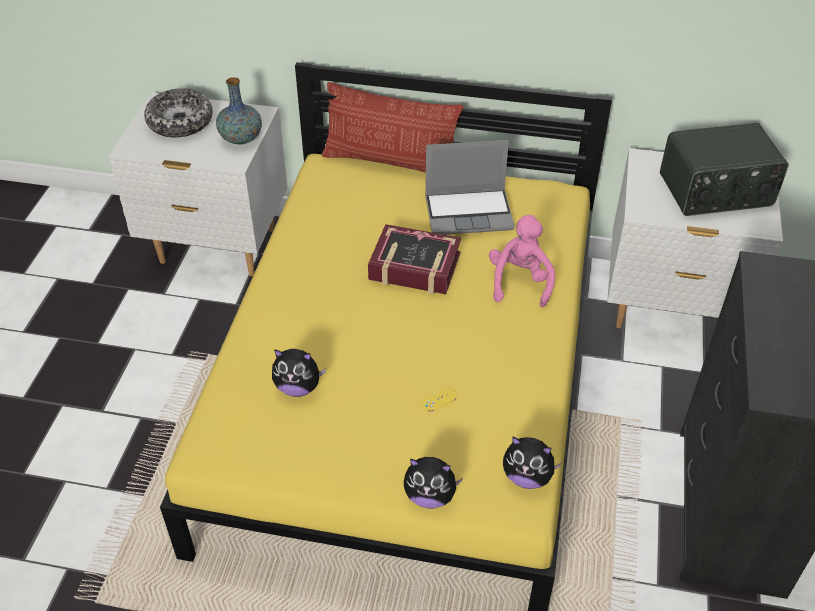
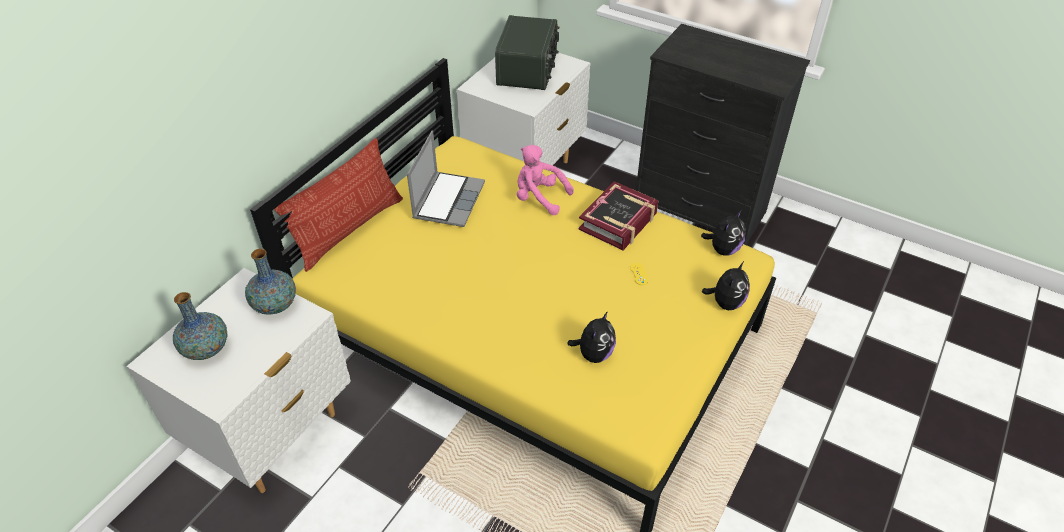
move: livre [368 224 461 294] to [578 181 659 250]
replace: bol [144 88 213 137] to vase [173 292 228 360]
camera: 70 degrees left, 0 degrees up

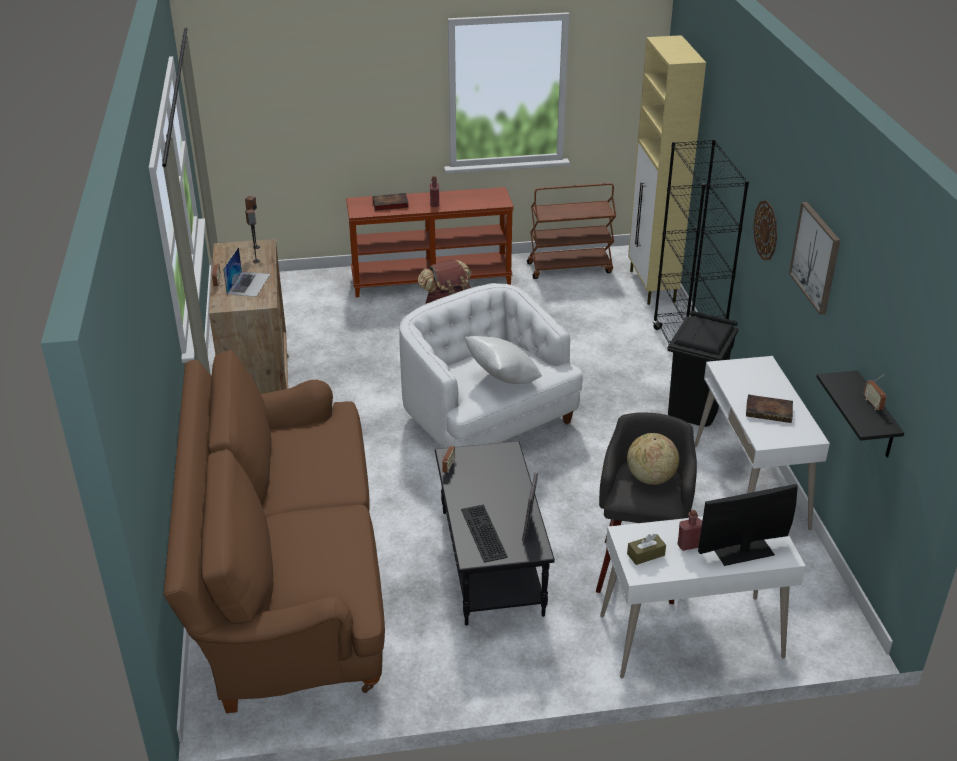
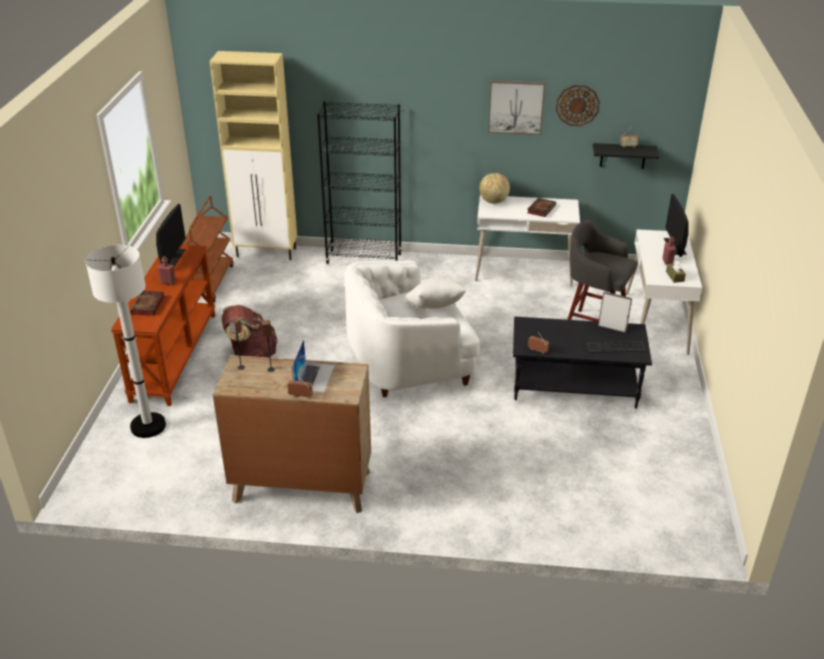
delete: poubelle/noir [667 311 738 427]; canapé/marron [163 350 385 713]
insert: écran d'ordinateur [156 204 186 267]; lampadaire/blanc [86 245 166 438]
move: horloge murale [753 200 777 260] to [556 85 600 126]; globe [627 433 679 485] to [479 173 510 204]
rotate: ordinateur portable [223 247 270 297] = [292 340 335 393] 75 degrees clockwise
camera: 75 degrees left, 0 degrees up

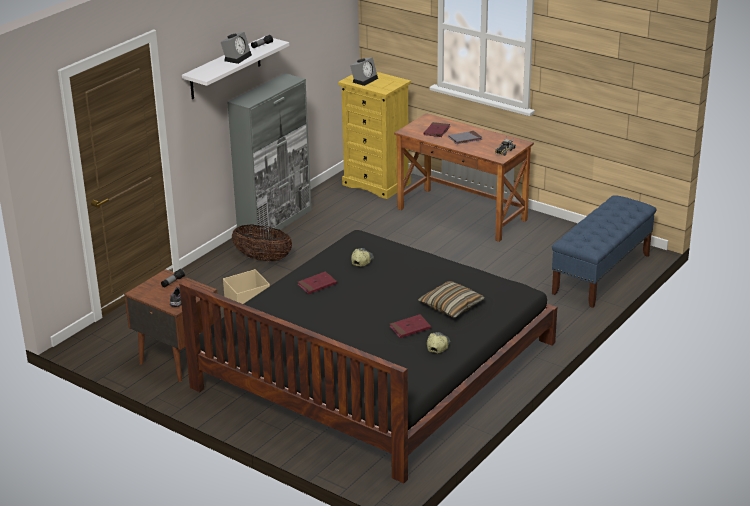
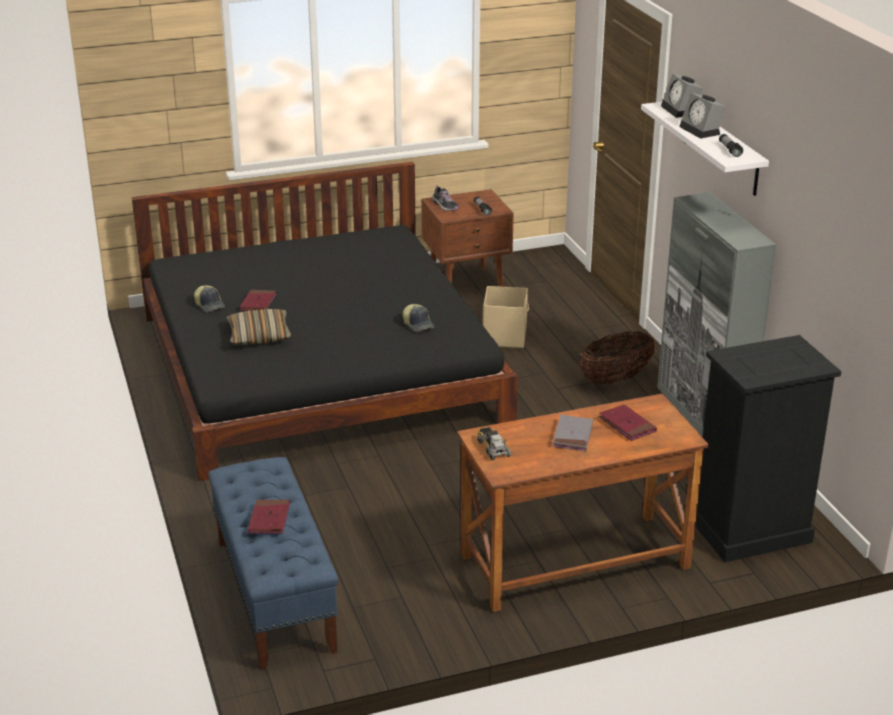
move: réveil [350 57 378 86] to [661 73 703 118]; livre/rouge [298 272 337 294] to [248 500 290 534]
recolor: commode/jaune [338 72 411 199] to commode/noir [695 335 841 562]
camera: 125 degrees right, 0 degrees up

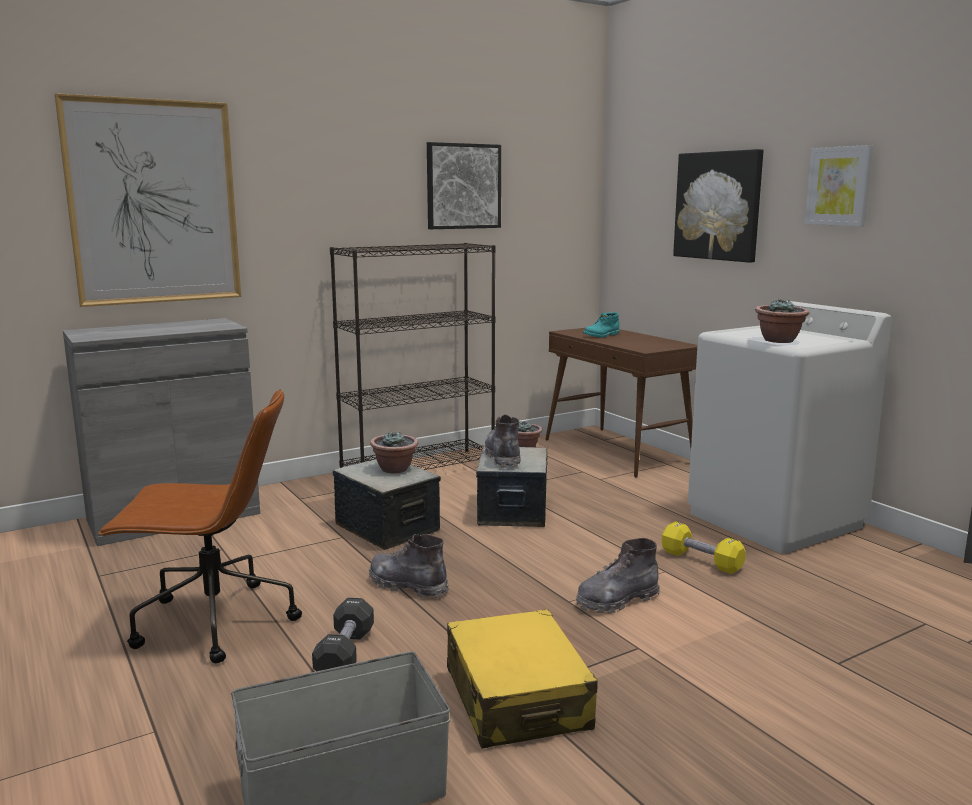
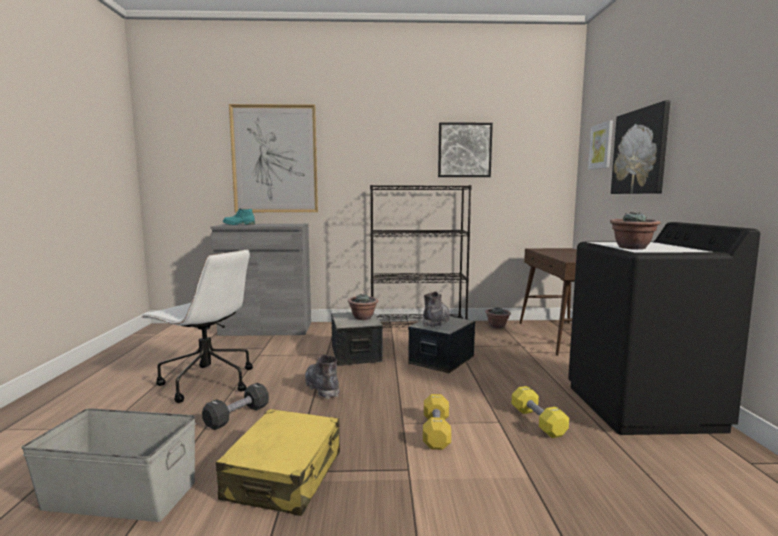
move: tableau [804 145 873 226] to [588 121 613 170]; botte/turquoise [583 312 619 337] to [223 209 255 225]
replace: botte/gris [576 538 660 613] to haltère/jaune [423 394 451 450]
recolor: lave-linge/blanc [688 301 891 554] to lave-linge/noir [568 222 760 435]; chaise de bureau/marron [98 389 302 663] to chaise de bureau/blanc [141 249 253 403]
camera: 30 degrees right, 5 degrees down

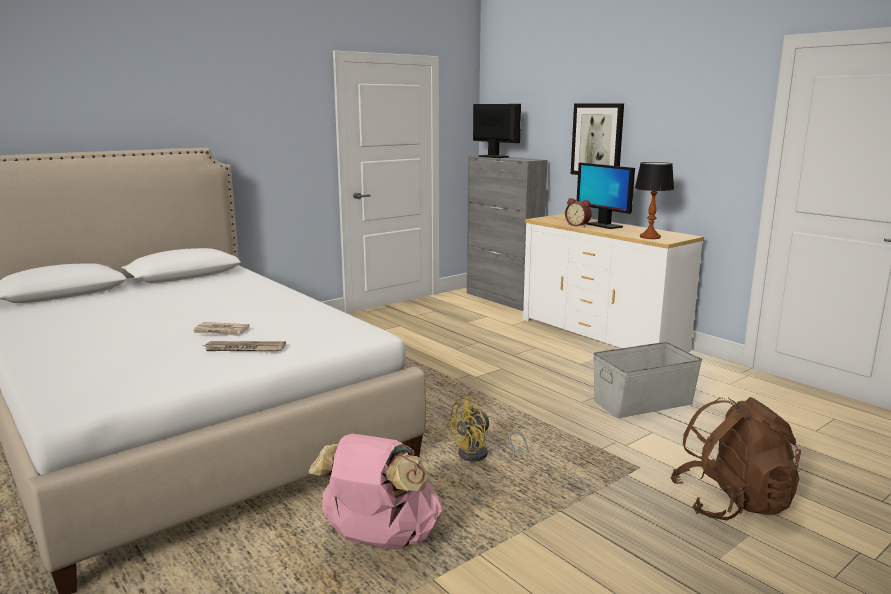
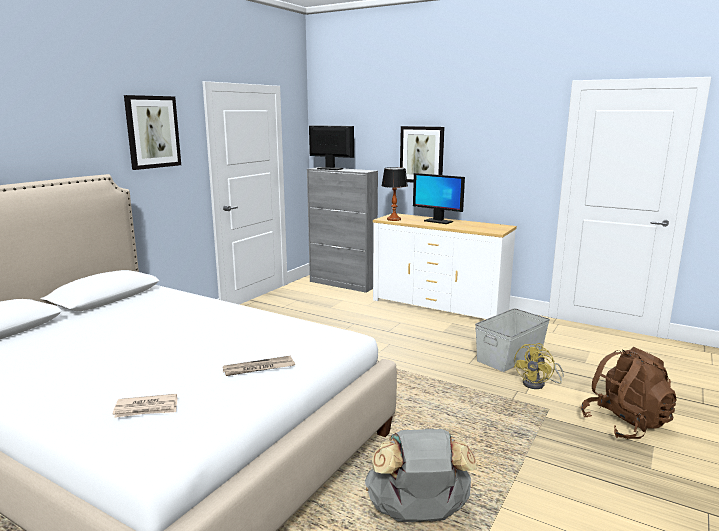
delete: réveil [565 198 592 227]
insert: tableau [124 95 181 170]
move: lampe de table [635 162 674 239] to [382 167 408 221]; journal [193 322 249 337] to [113 394 177 418]; ventilateur/jaune [446 397 528 461] to [514 343 564 389]
recolor: sac à dos/rose [309 434 442 550] to sac à dos/gris [365 428 477 522]
camera: 20 degrees left, 0 degrees up

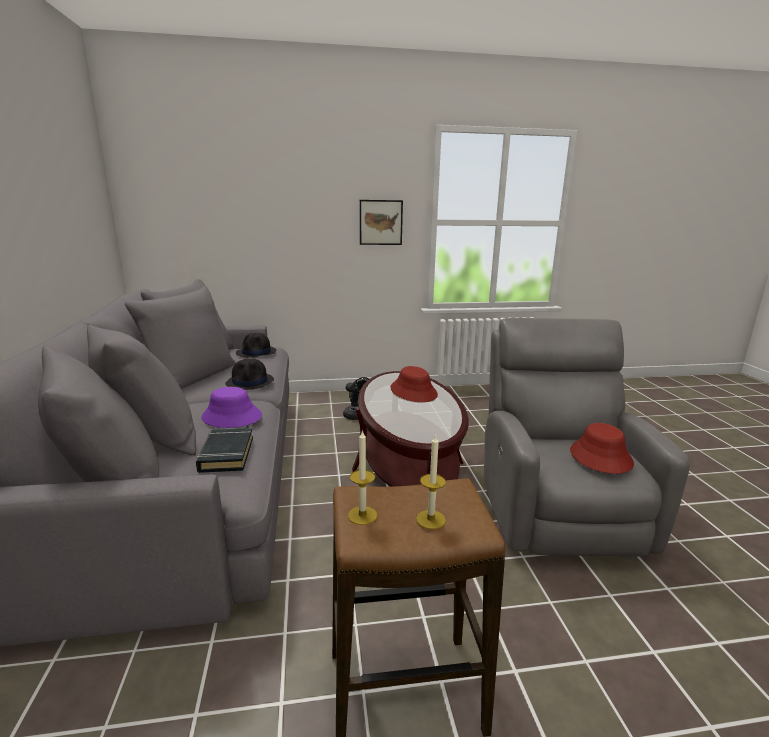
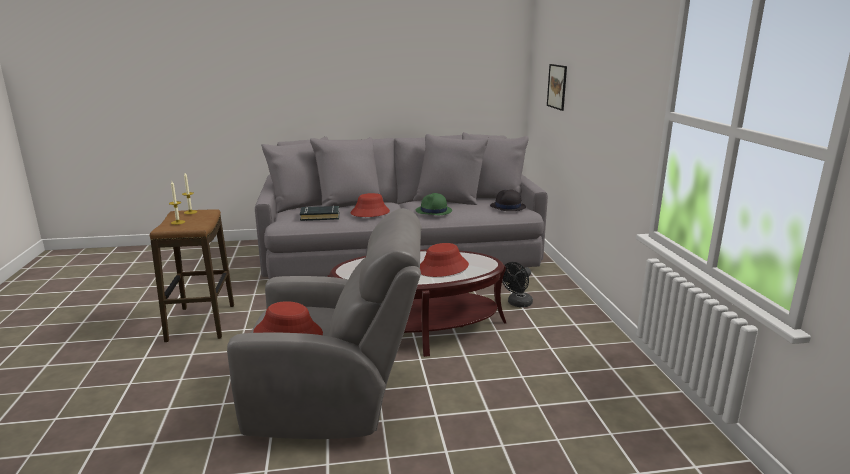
move: tableau [360 200 403 245] to [547 64 567 111]
recolor: chapeau/noir [225 358 274 390] to chapeau/vert [416 193 452 215]; chapeau/violet [201 387 262 428] to chapeau/rouge [350 193 390 217]
camera: 90 degrees right, 0 degrees up

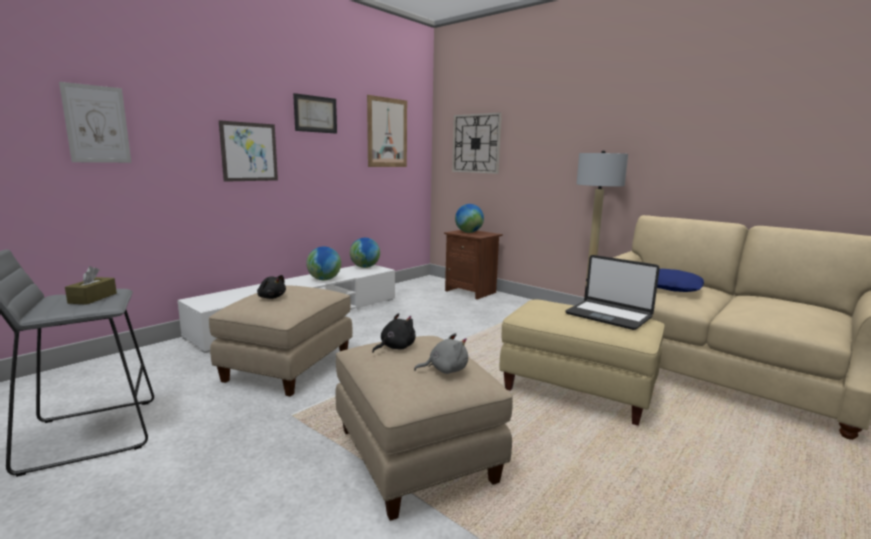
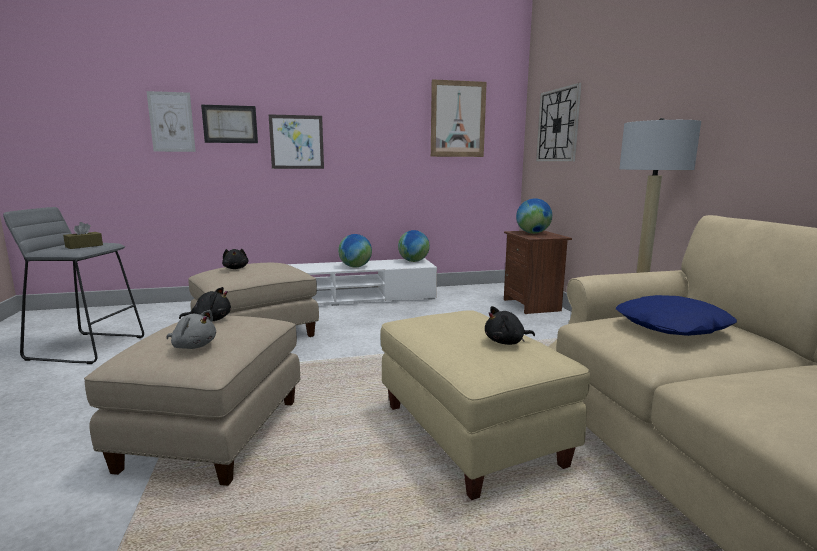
move: tableau [293 93 337 134] to [201 105 258 143]
replace: ordinateur portable [565 255 660 330] to peluche/noir [485 306 535 345]
camera: 35 degrees right, 0 degrees up

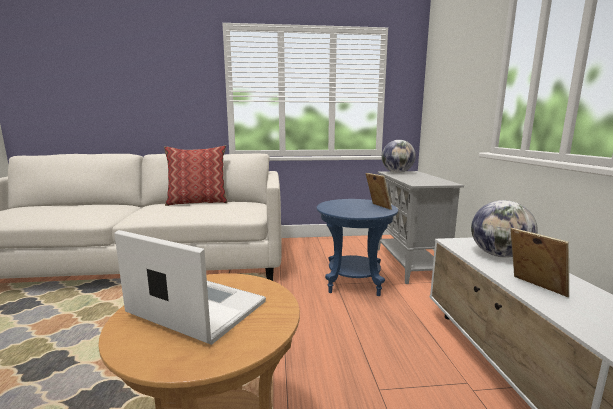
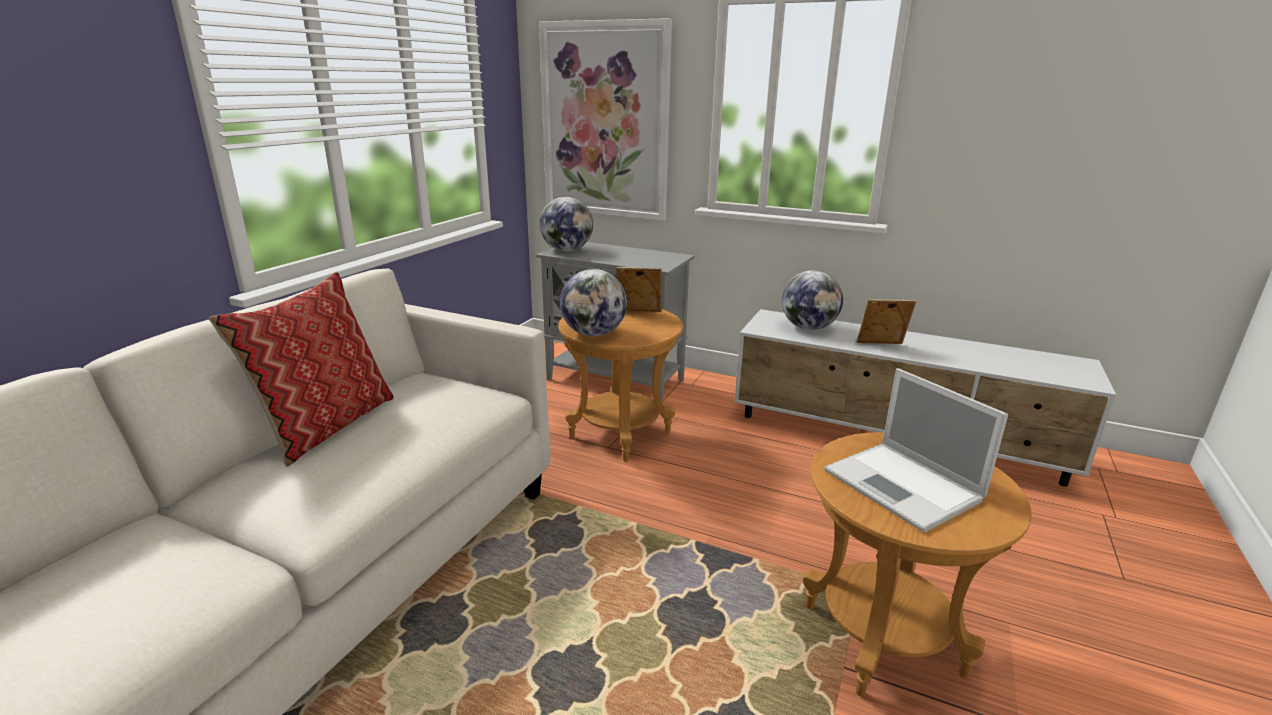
insert: tableau [539 18 672 221]; globe [560 269 627 336]
recolor: table d'appoint/bleu [317 199 398 296] to table d'appoint/marron [558 309 683 462]
rotate: ordinateur portable [114 230 266 345] = [824 368 1008 533] 90 degrees counterclockwise
camera: 60 degrees left, 10 degrees up

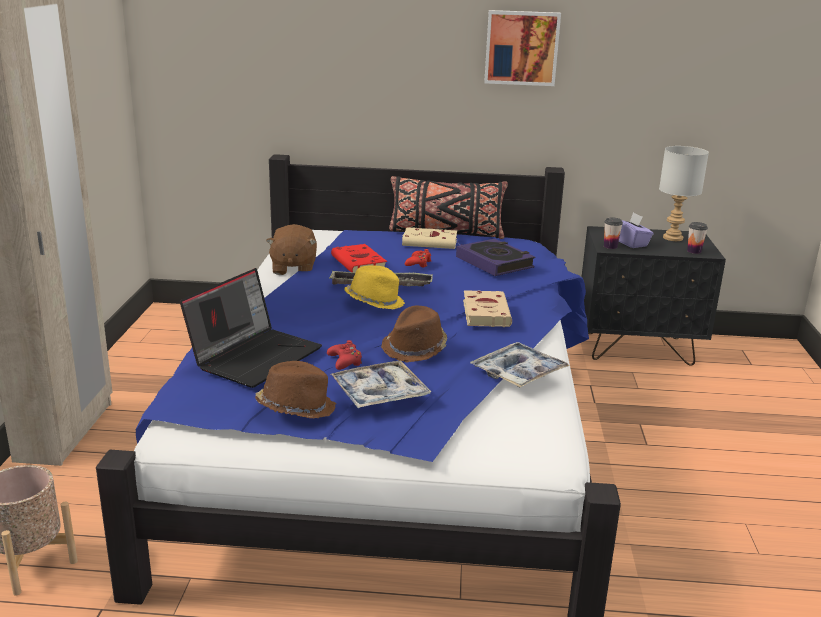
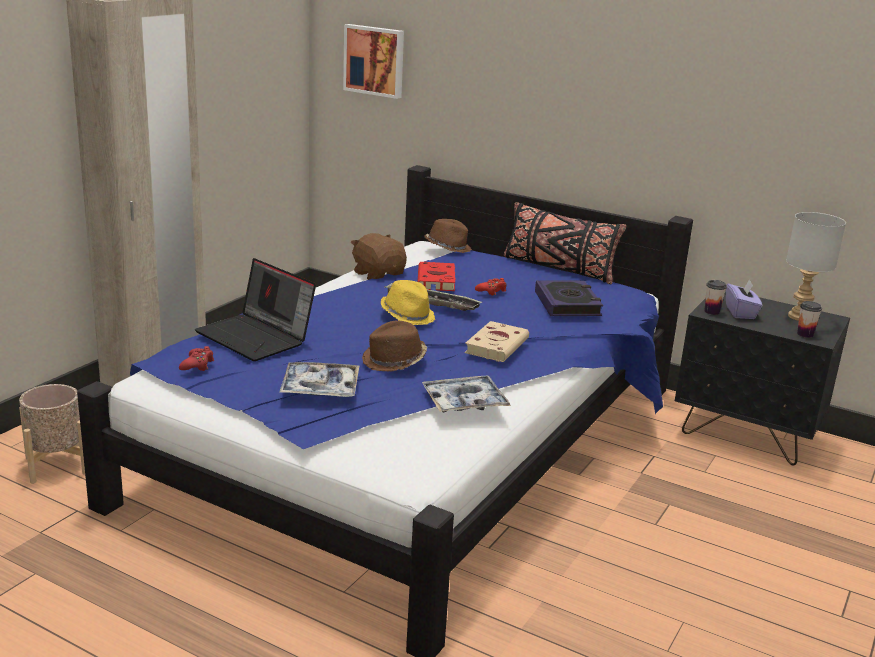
delete: livre/beige [402 227 461 249]
move: tableau [484 10 561 86] to [343 24 404 99]; manette/rouge [327 340 362 370] to [179 346 214 371]; chapeau/marron [255 361 336 418] to [424 219 472 253]
rotate: peluche/marron [266 224 317 275] = [351 233 407 280] 120 degrees clockwise; ordinateur portable [180 268 322 388] = [195 258 316 361] 75 degrees clockwise
camera: 25 degrees right, 0 degrees up

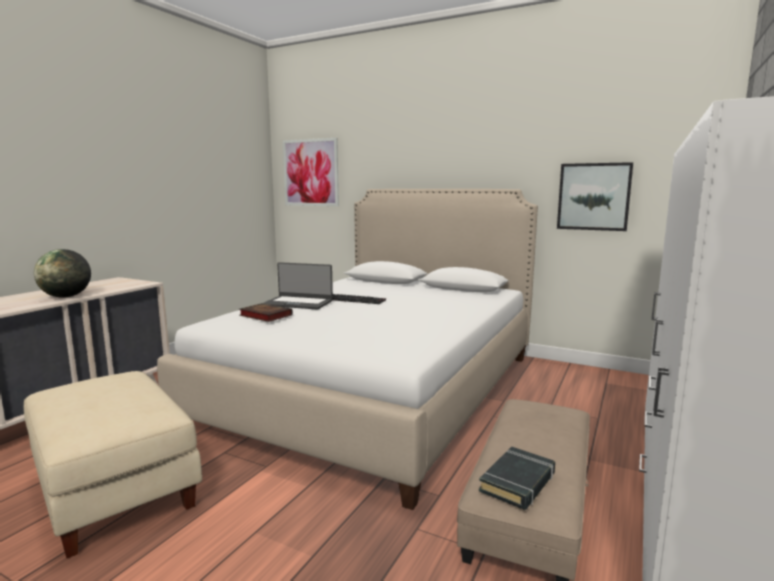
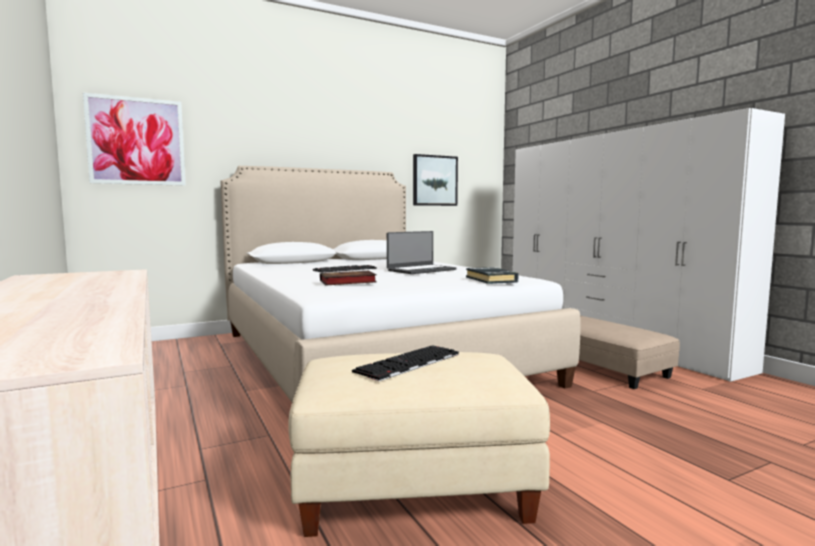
delete: globe [34 249 91 298]
insert: clavier [352 345 459 381]
move: ordinateur portable [264 262 333 310] to [387 231 456 274]; livre/noir [479 446 555 510] to [466 267 519 284]
camera: 55 degrees left, 5 degrees down

